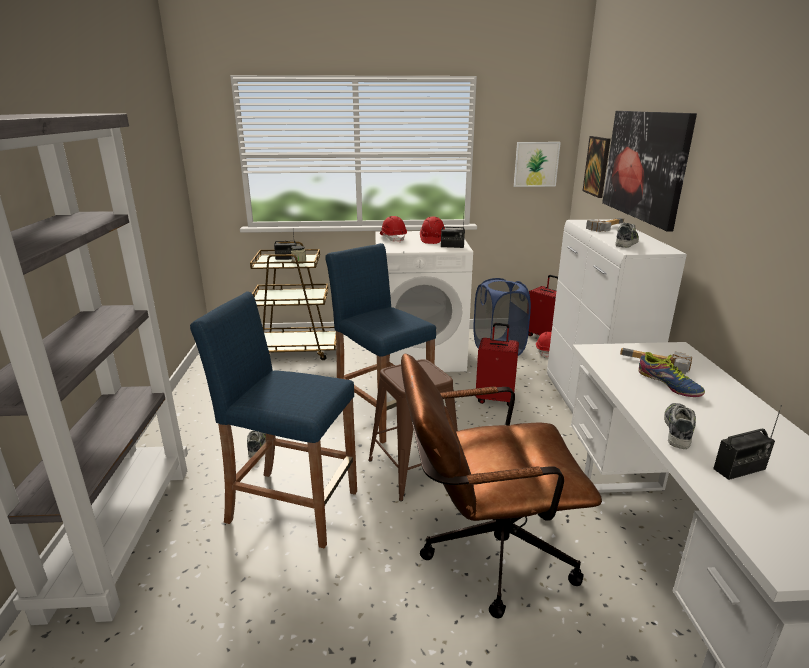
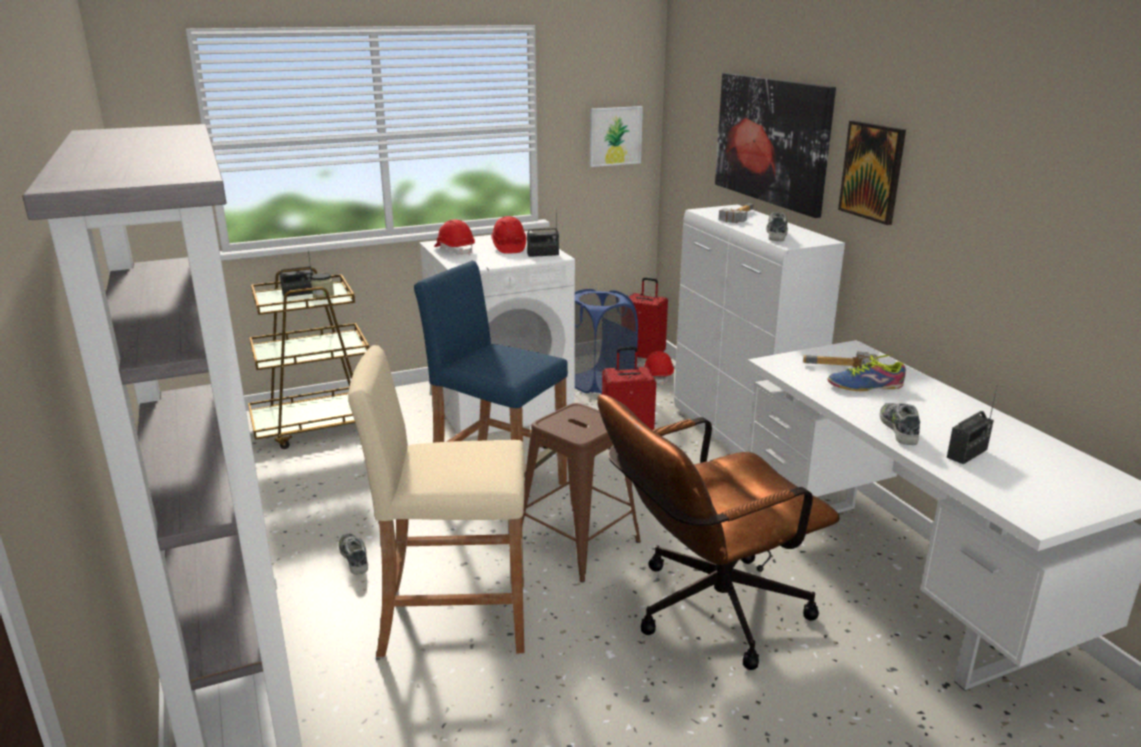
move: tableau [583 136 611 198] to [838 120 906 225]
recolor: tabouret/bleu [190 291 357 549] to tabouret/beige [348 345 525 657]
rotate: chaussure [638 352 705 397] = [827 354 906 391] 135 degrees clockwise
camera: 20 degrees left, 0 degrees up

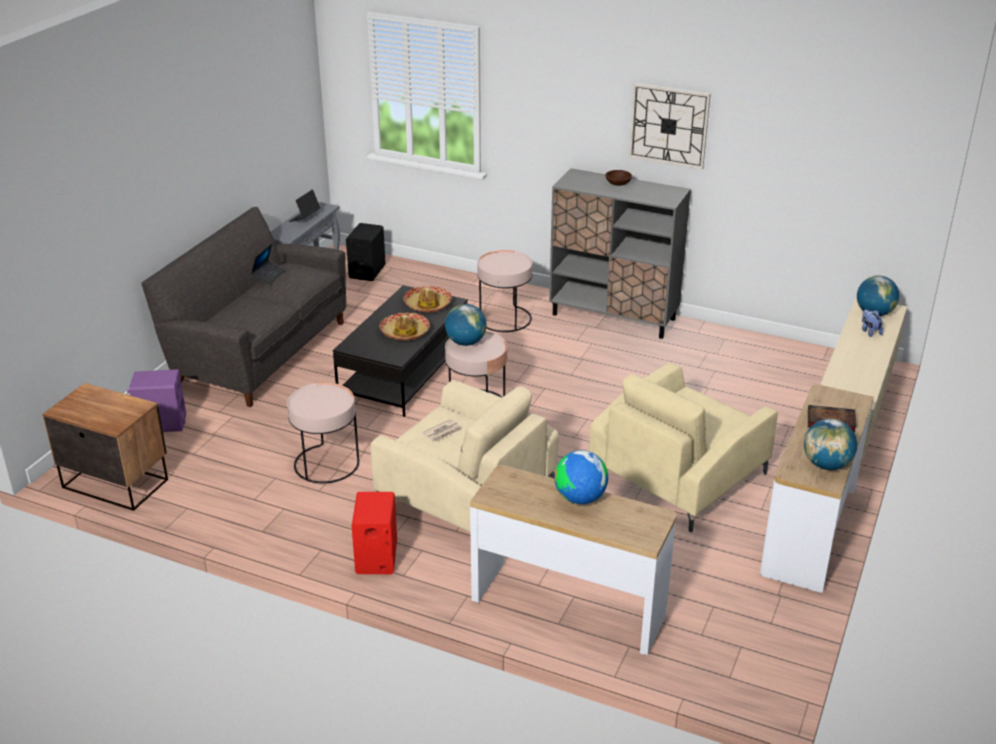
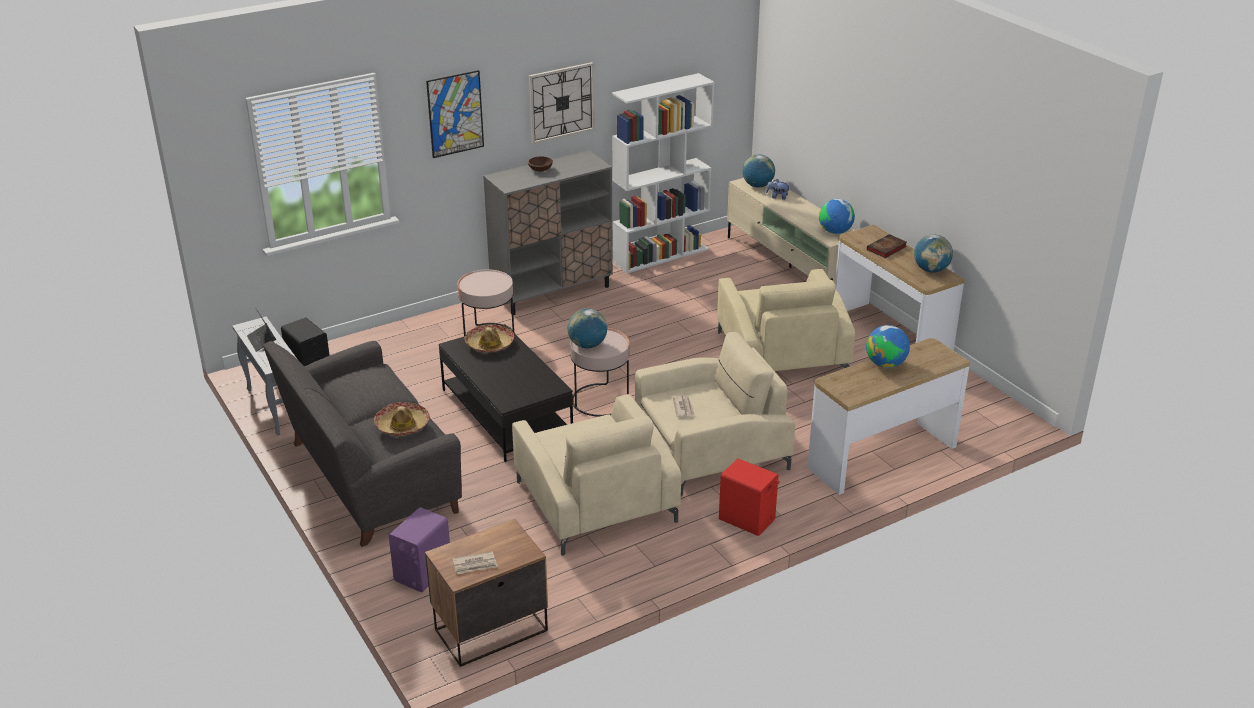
delete: ordinateur portable [251 244 286 284]
insert: tableau [426 70 484 158]; bibliothèque/blanc [612 73 715 273]; globe [819 199 855 234]; journal [453 552 498 574]
move: chapeau [379 313 430 341] to [374 402 430 436]
replace: table d'appoint/rose [287 382 359 483] to fauteuil/beige [512 394 681 556]
camera: 55 degrees left, 0 degrees up

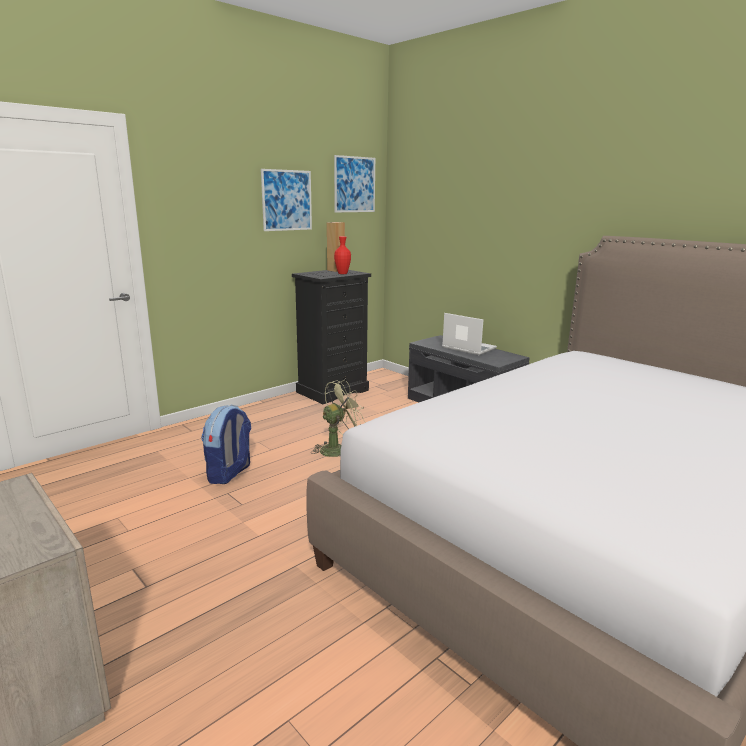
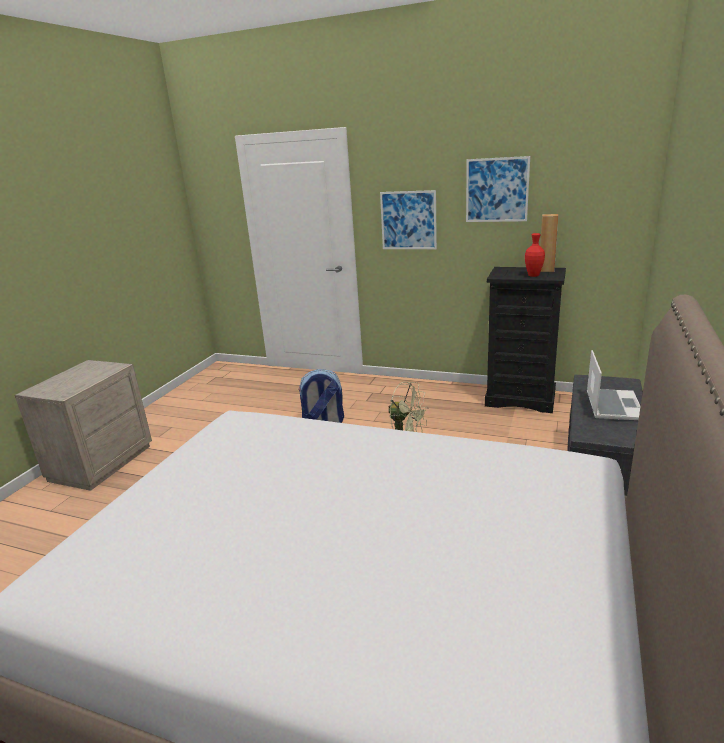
move: tableau [334 155 375 213] to [380 190 437 249]
camera: 65 degrees right, 5 degrees up

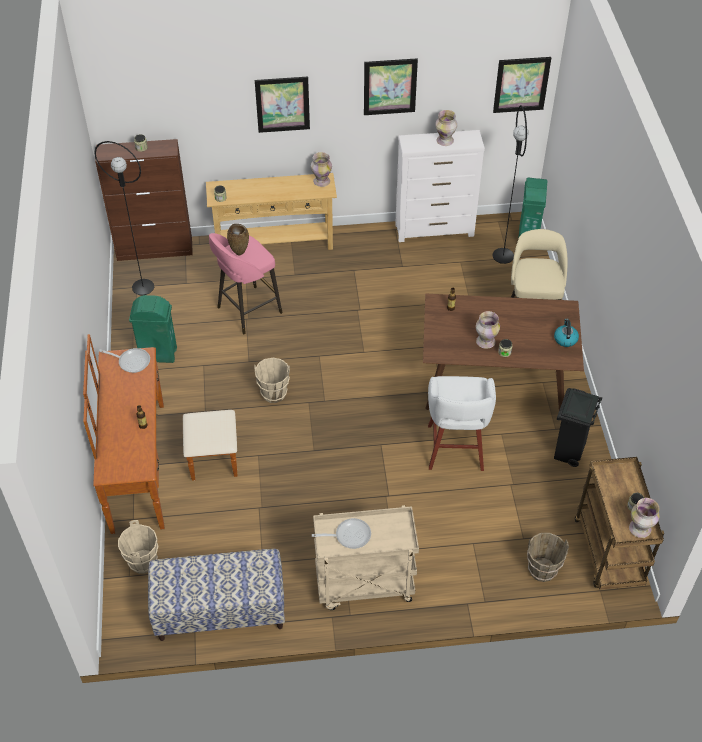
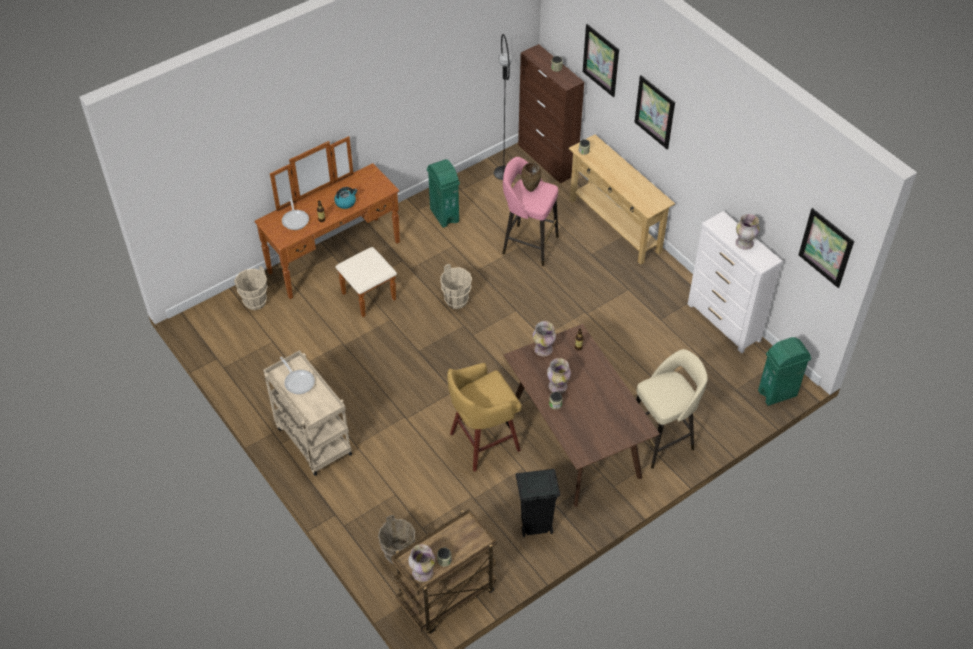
delete: lampadaire/noir [493 105 528 264]; banc [148 549 285 641]
move: tableau [364 58 418 115] to [583 24 619 97]; vase [311 152 332 187] to [533 321 556 356]; bouilloire [554 319 579 347] to [334 187 358 209]; poêle [99 348 150 373] to [282 199 309 230]
recolor: tabouret/blanc [428 376 496 471] to tabouret/jaune [447 363 521 472]
camera: 60 degrees right, 0 degrees up

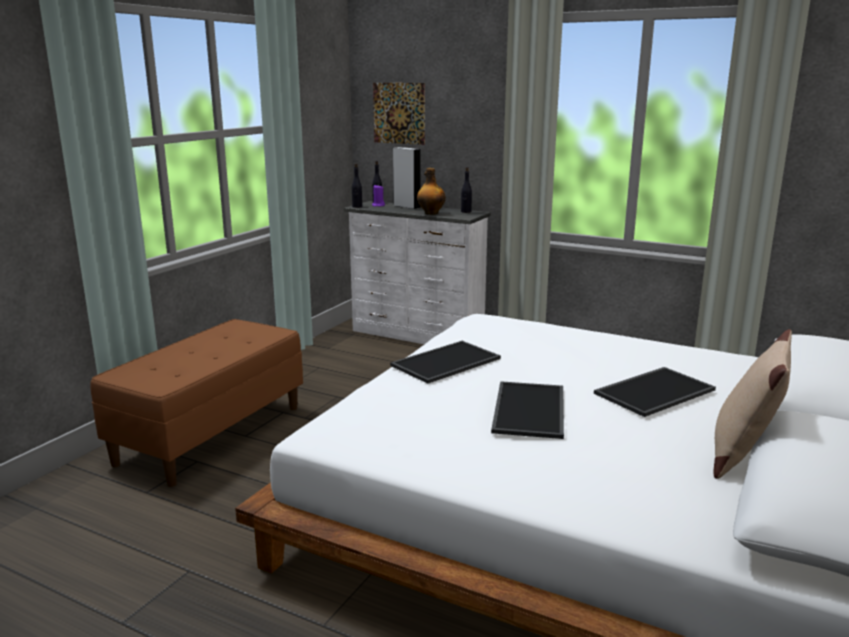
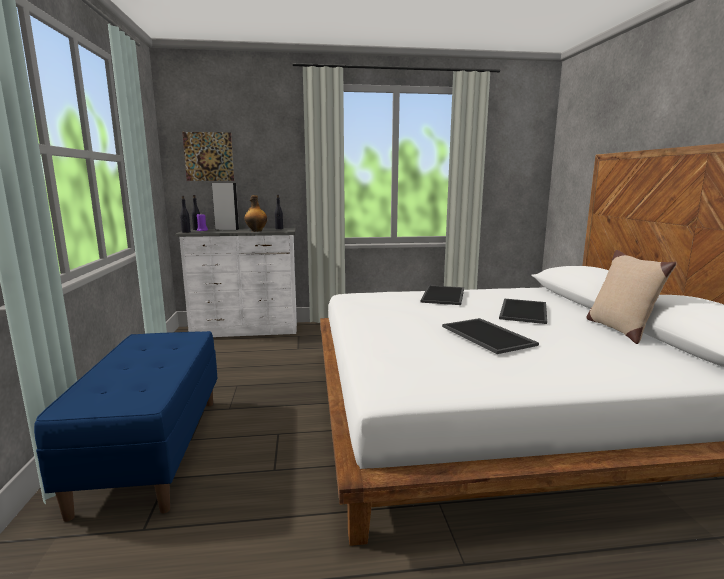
move: plateau [390 341 501 384] to [420 285 464 305]
recolor: banc/marron [91 319 303 487] to banc/bleu [34 331 218 522]
camera: 35 degrees left, 5 degrees down

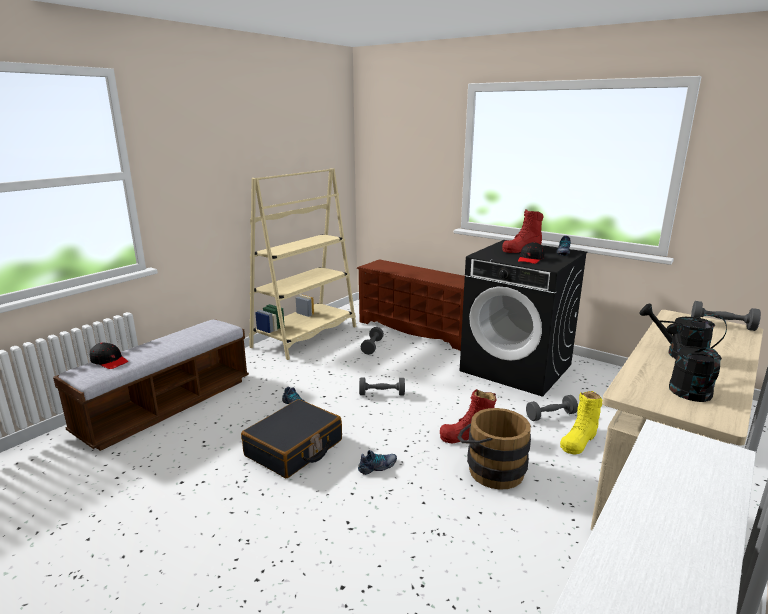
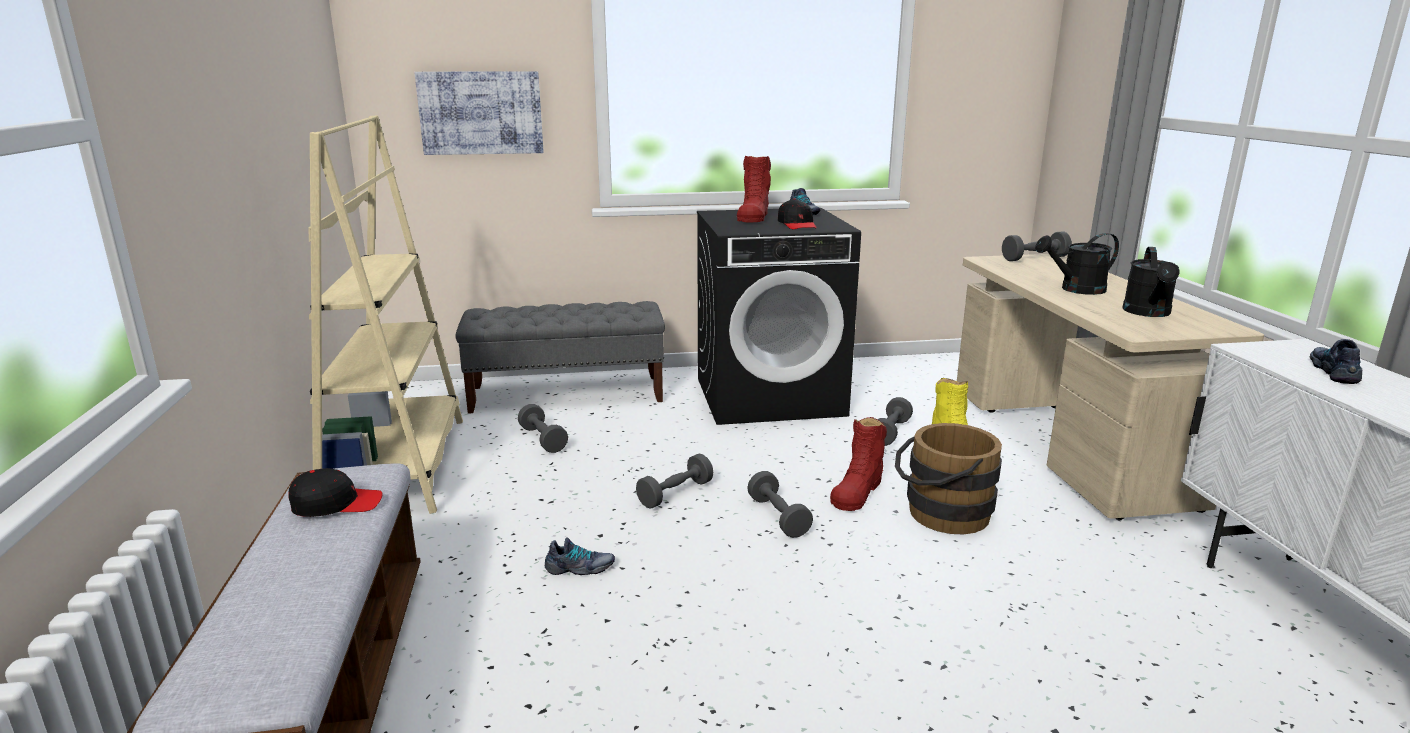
delete: valise/noir [241 399 342 478]
insert: tableau [415 71 544 155]; haltère/gris [747 471 813 538]
move: casquette/noir [90 343 128 369] to [288 468 382 517]; chaussure [358 450 397 475] to [1310 339 1362 384]
replace: étagère à chaussures/marron [356 259 465 351] to banc/gris [455 301 665 414]
rotate: arrosoir/noir [666 323 722 402] = [1122 247 1180 317] 120 degrees counterclockwise
camera: 45 degrees left, 0 degrees up

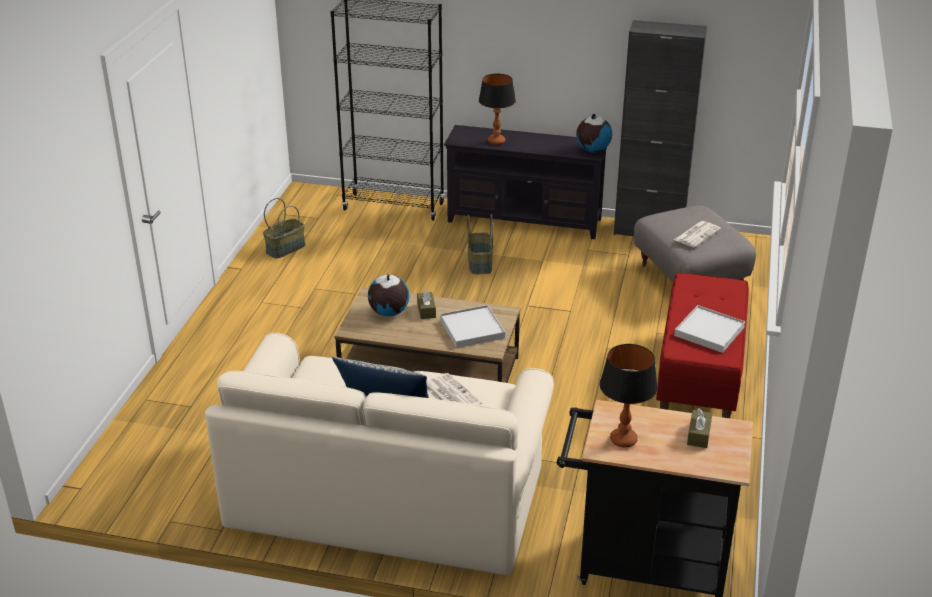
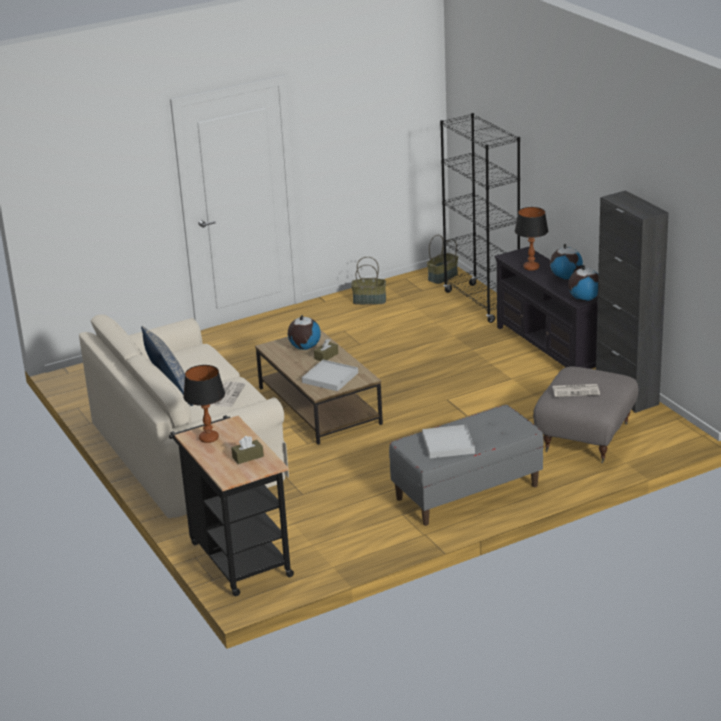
insert: globe [550 244 583 279]
move: panier [467 214 493 274] to [427 235 458 284]
recolor: banc/rouge [656 273 749 418] to banc/gris [389 405 544 526]
camera: 50 degrees right, 5 degrees down

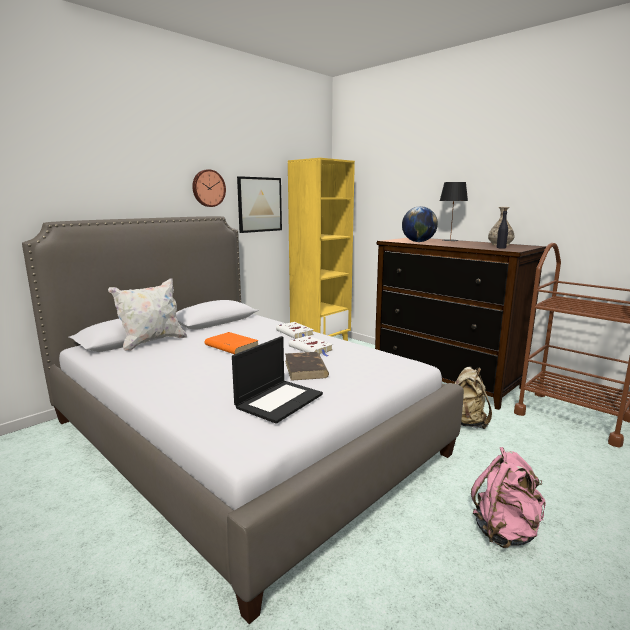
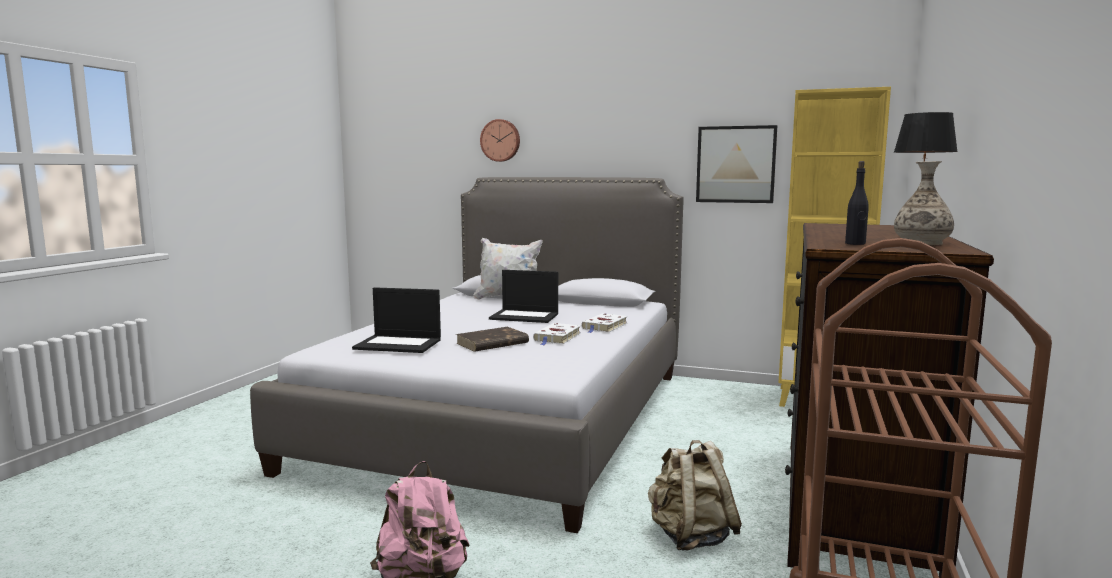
delete: globe [402 206 438 242]
move: horloge murale [192 169 226 207] to [480 119 520 162]
replace: livre/orange [205 332 259 354] to ordinateur portable [489 270 558 323]
camera: 65 degrees right, 5 degrees down

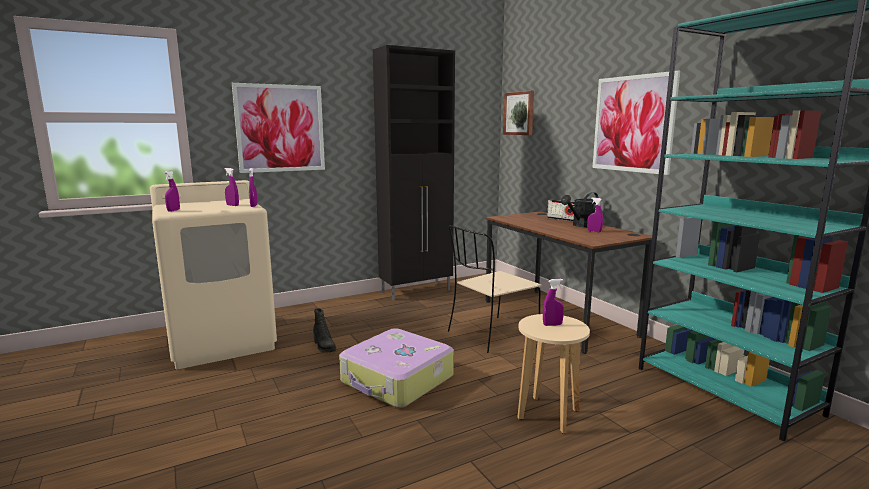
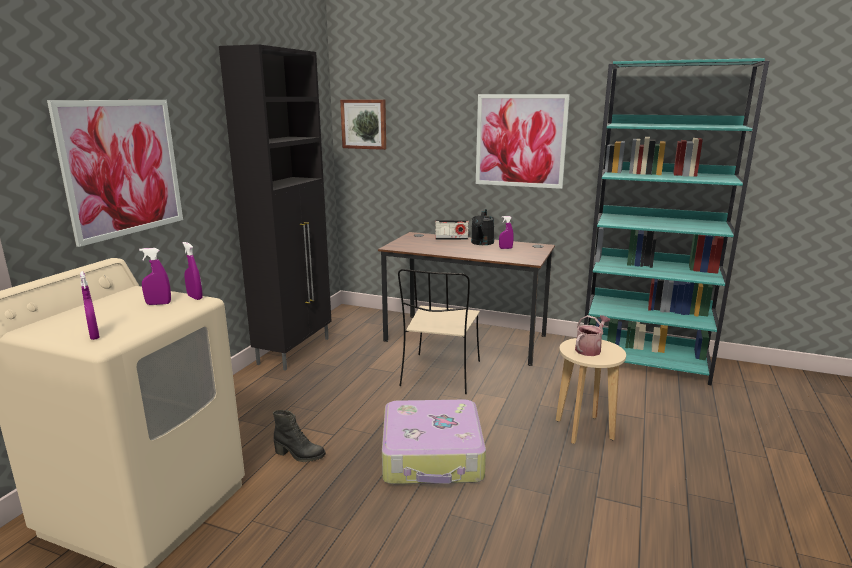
replace: vaporisateur/violet [543 279 564 326] to arrosoir [575 315 610 356]
camera: 40 degrees left, 5 degrees up

